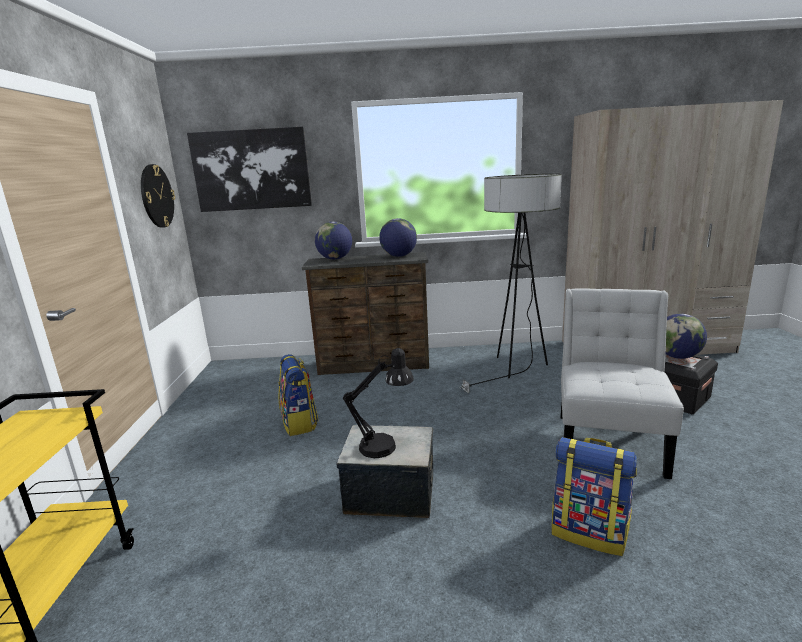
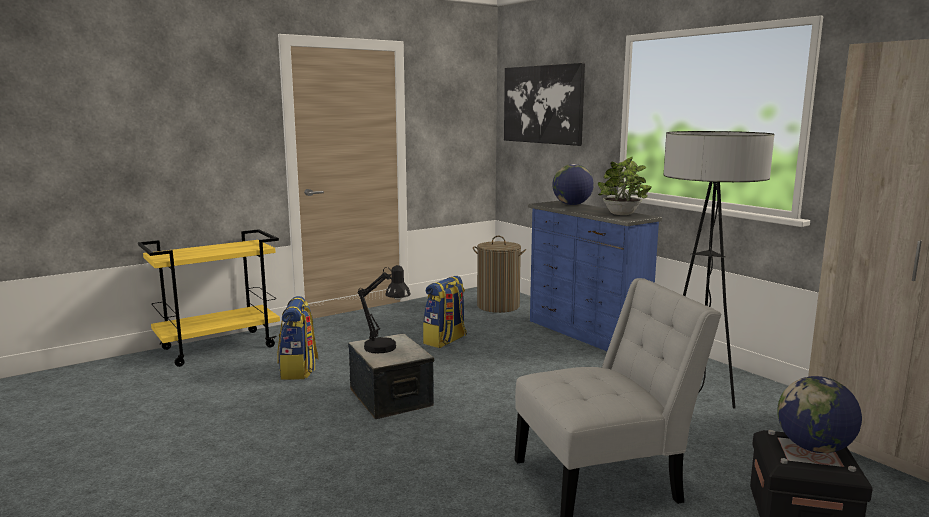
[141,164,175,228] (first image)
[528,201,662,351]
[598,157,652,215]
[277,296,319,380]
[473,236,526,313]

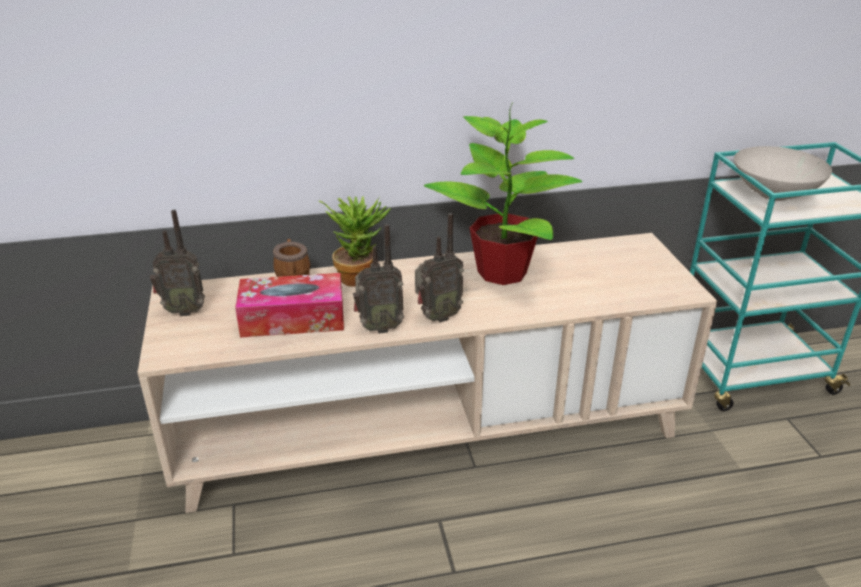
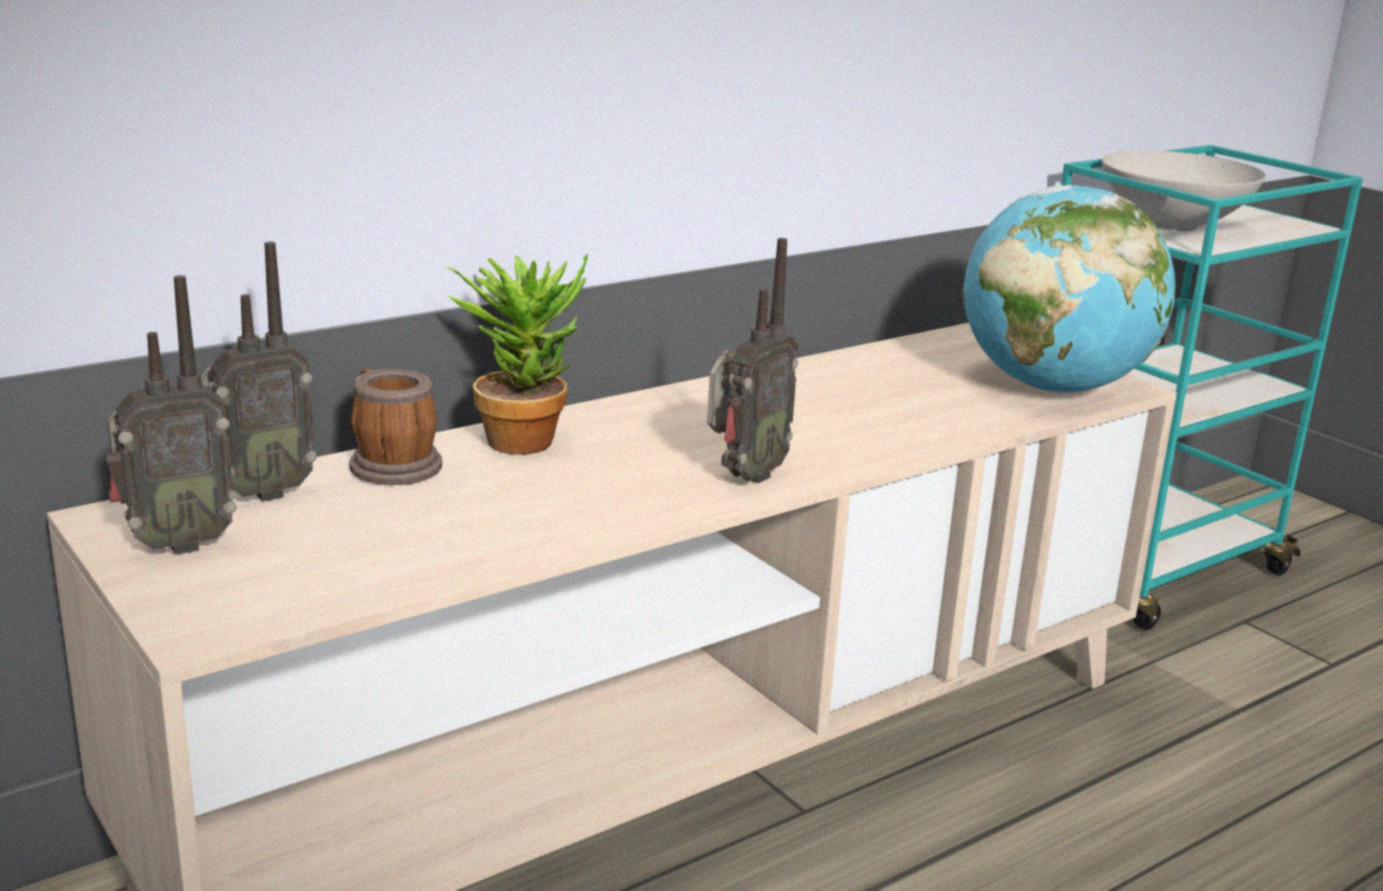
[235,273,344,338] (first image)
[201,242,317,502]
[424,102,583,285] (first image)
[963,185,1175,393]

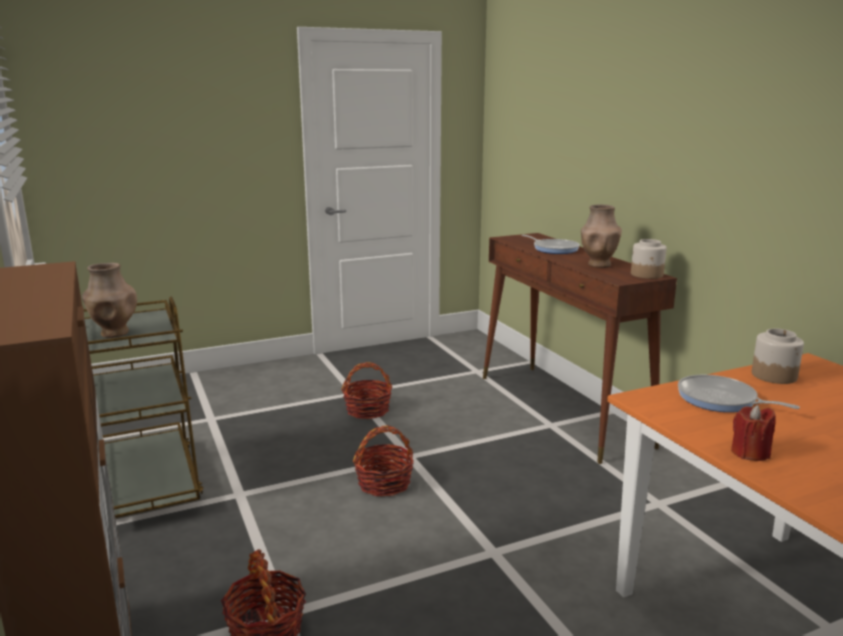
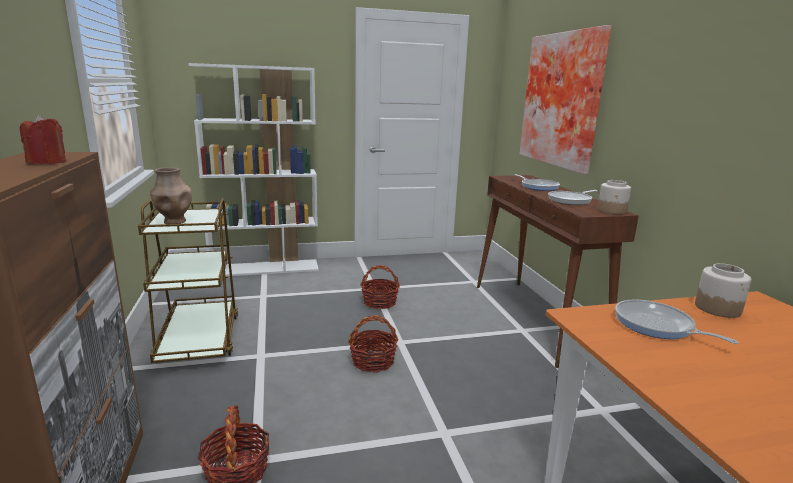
[548,190,598,205]
[19,114,66,164]
[188,63,319,276]
[520,25,611,174]

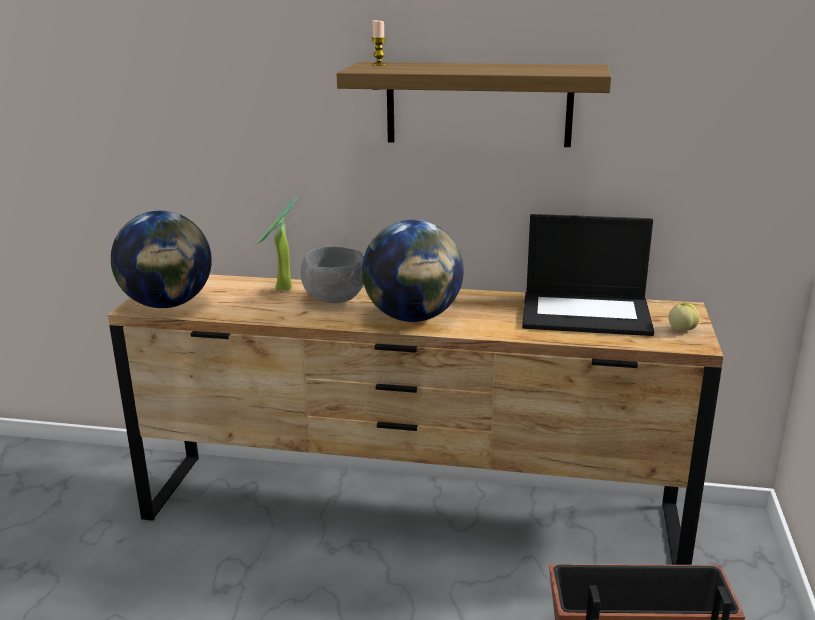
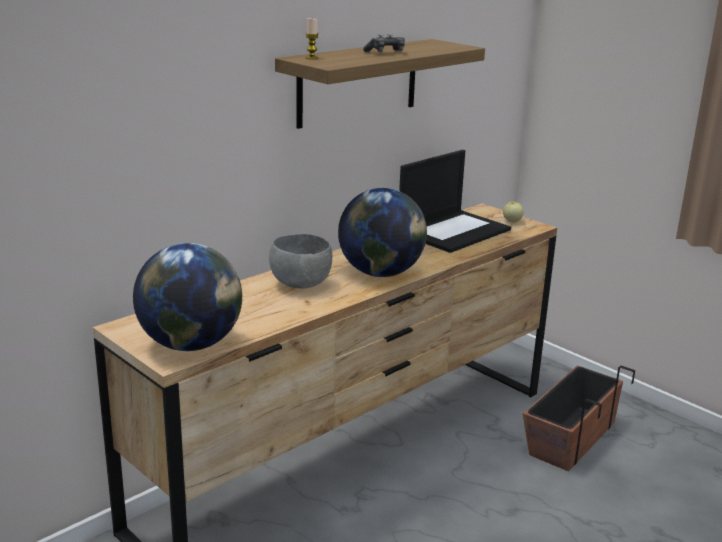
[257,198,297,290] (first image)
[363,34,405,52]

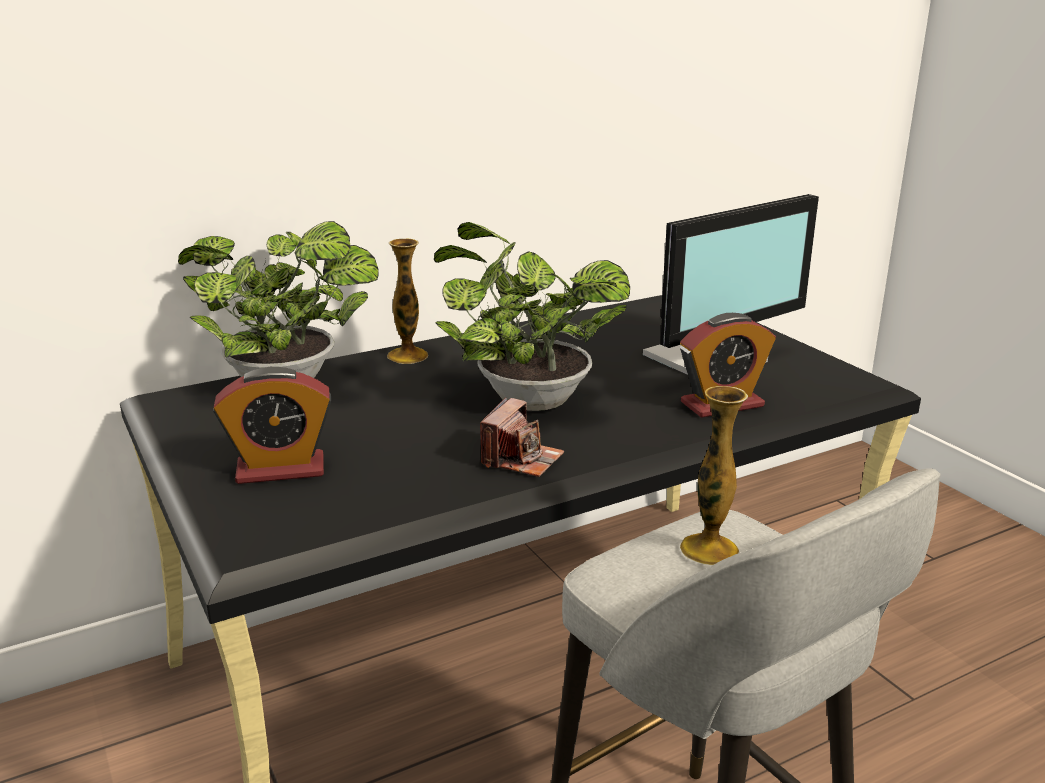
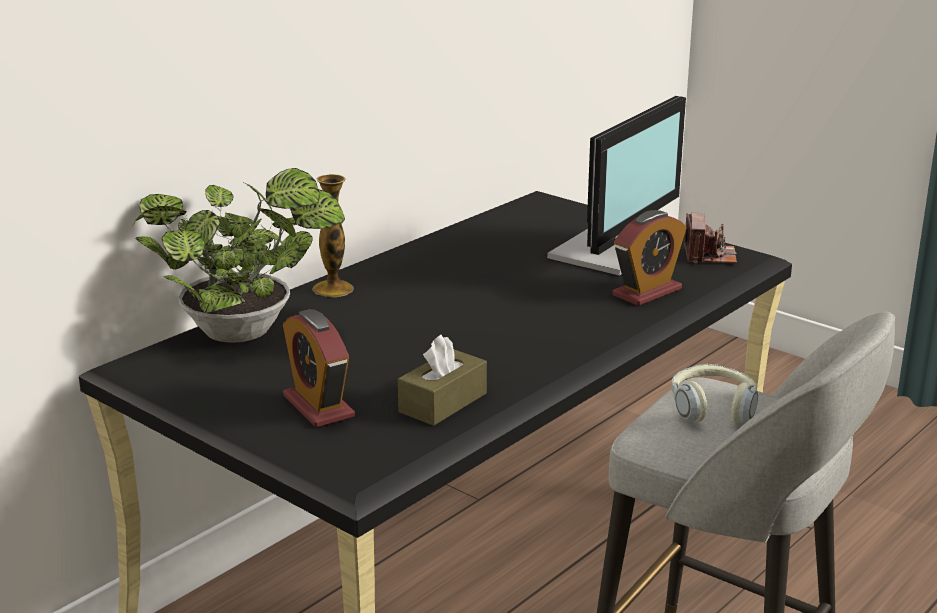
[283,309,355,428]
[434,222,630,411] (first image)
[684,212,737,263]
[671,364,758,423]
[398,335,487,426]

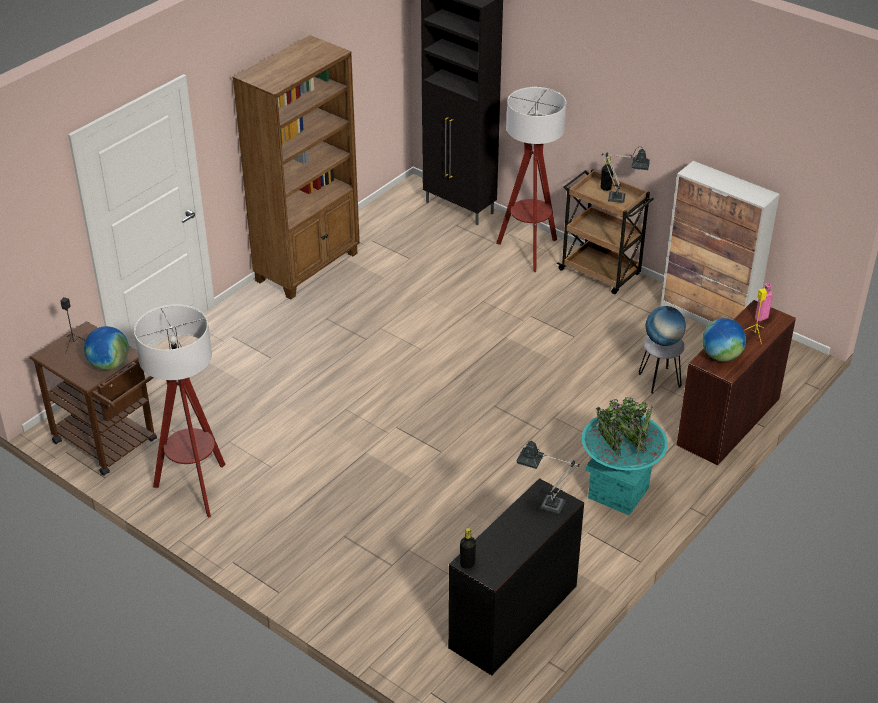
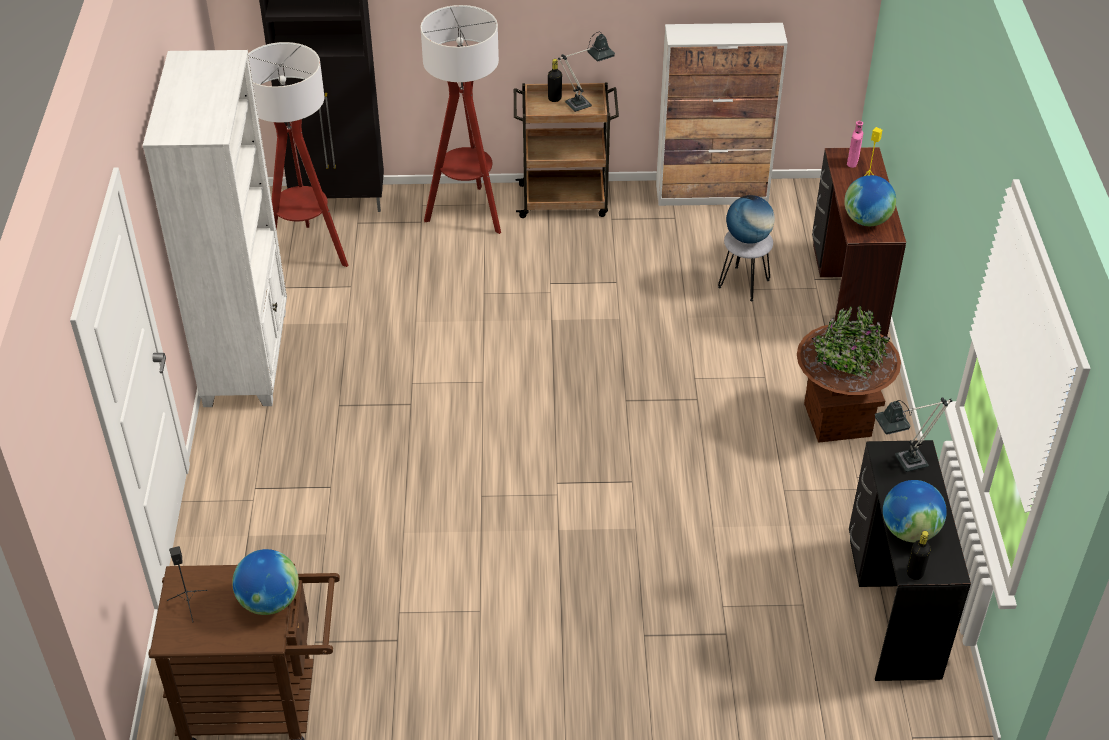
[248,42,348,267]
[143,50,287,407]
[797,306,901,443]
[883,480,947,542]

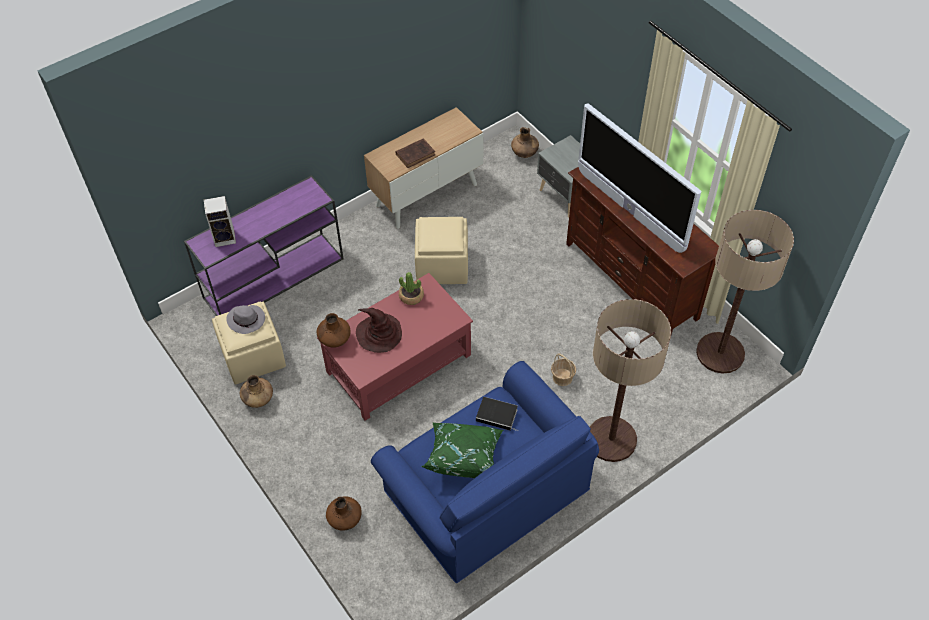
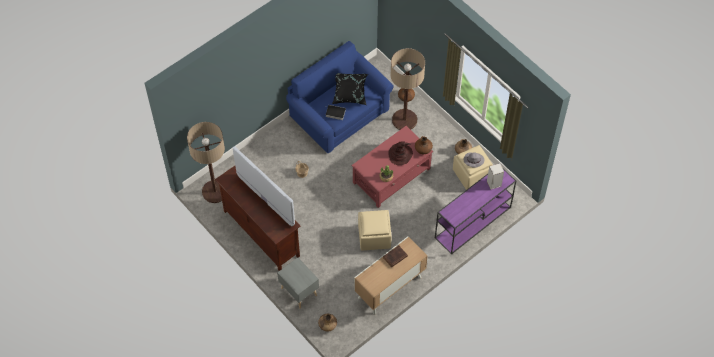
[332,73,369,105]
[390,48,425,130]

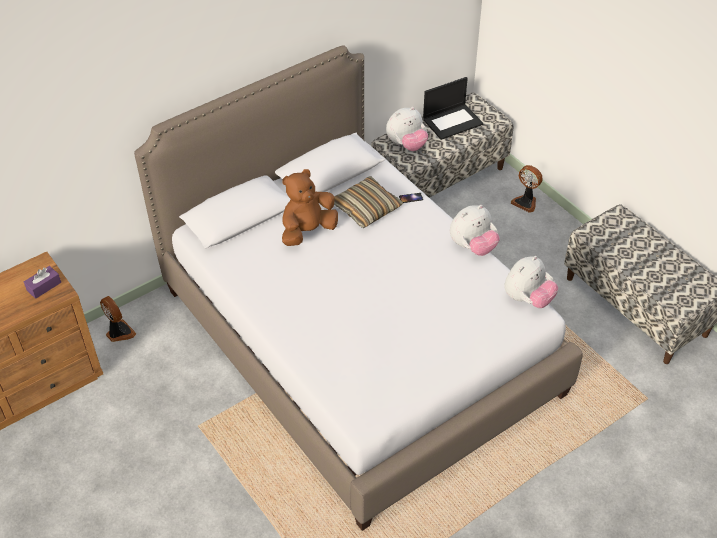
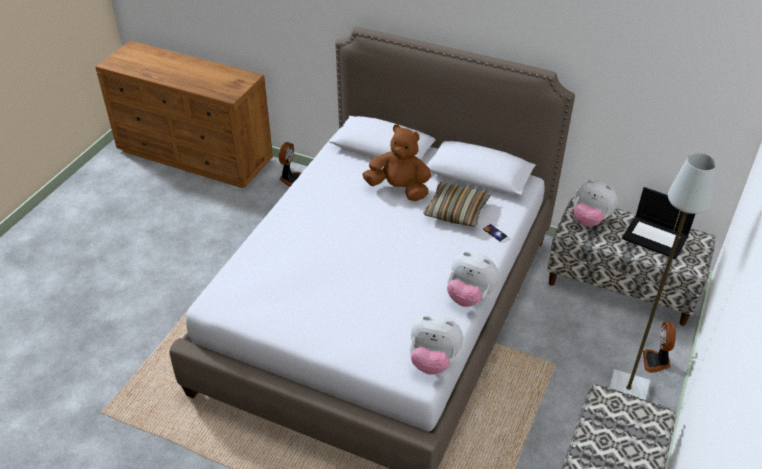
[24,266,61,299] (first image)
[609,153,717,400]

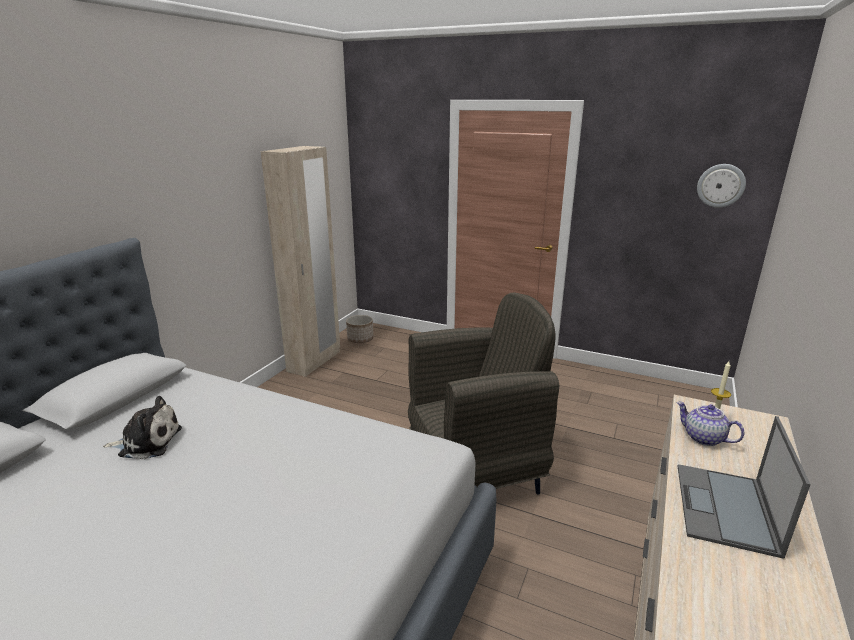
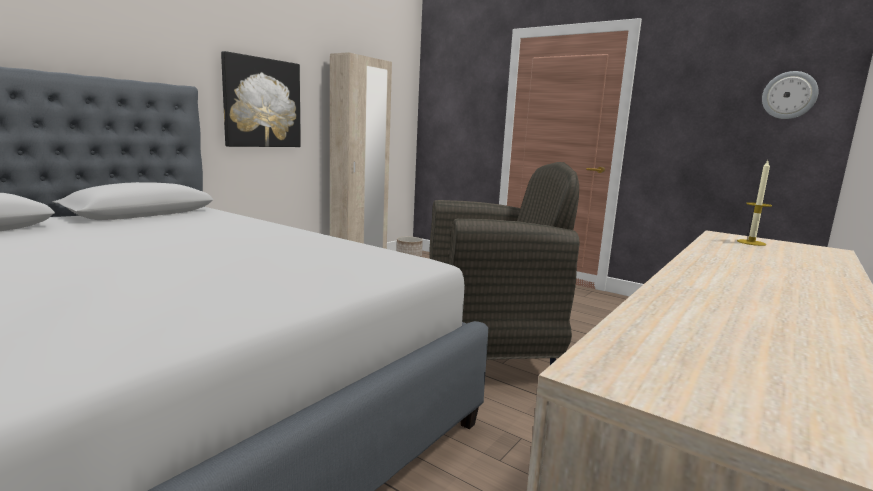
[103,396,182,460] (first image)
[676,402,744,446] (first image)
[678,416,811,559] (first image)
[221,51,301,147]

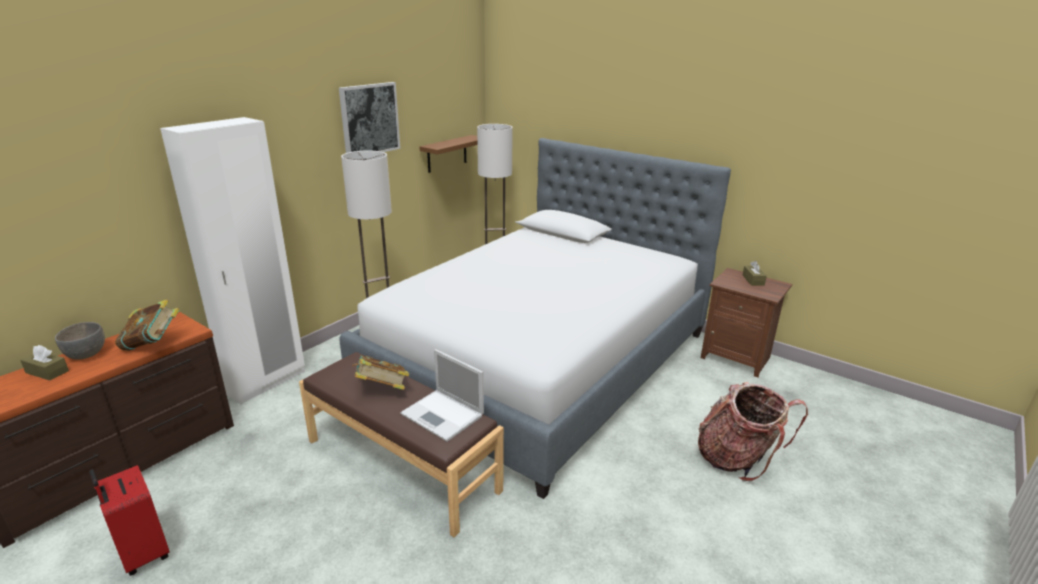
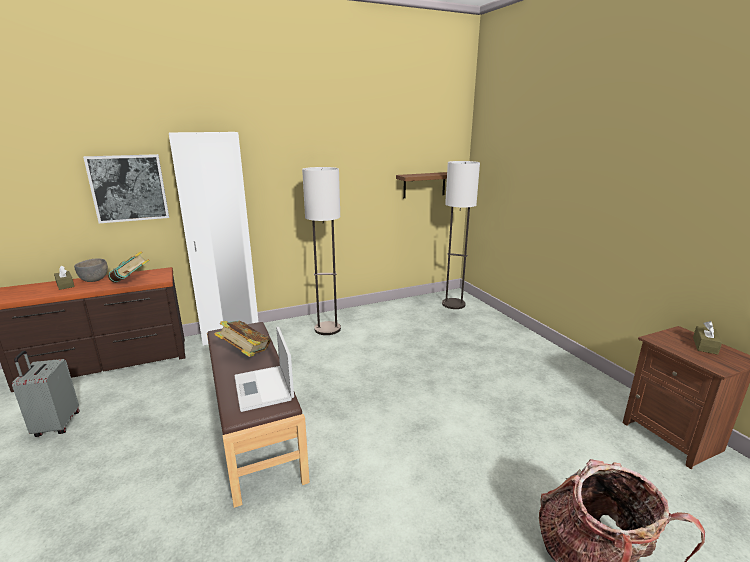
[12,351,79,437]
[83,154,169,223]
[339,138,731,499] (first image)

